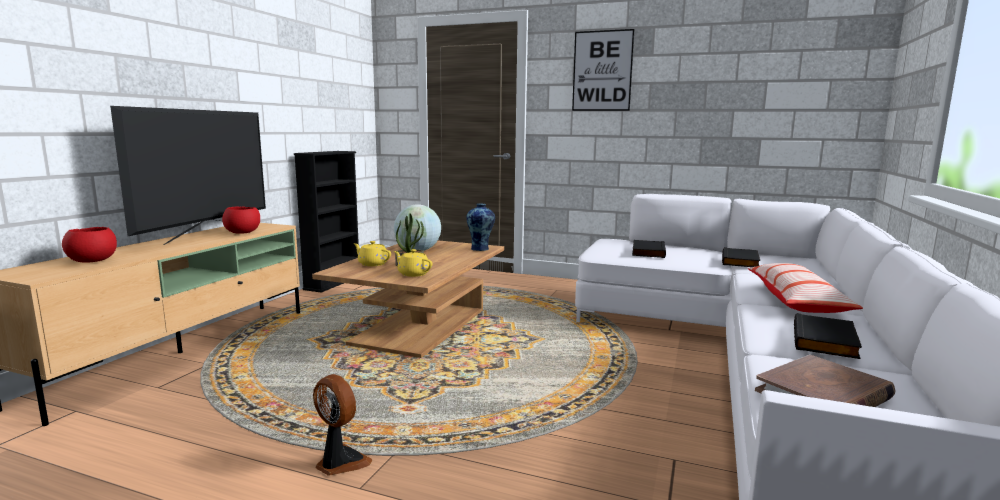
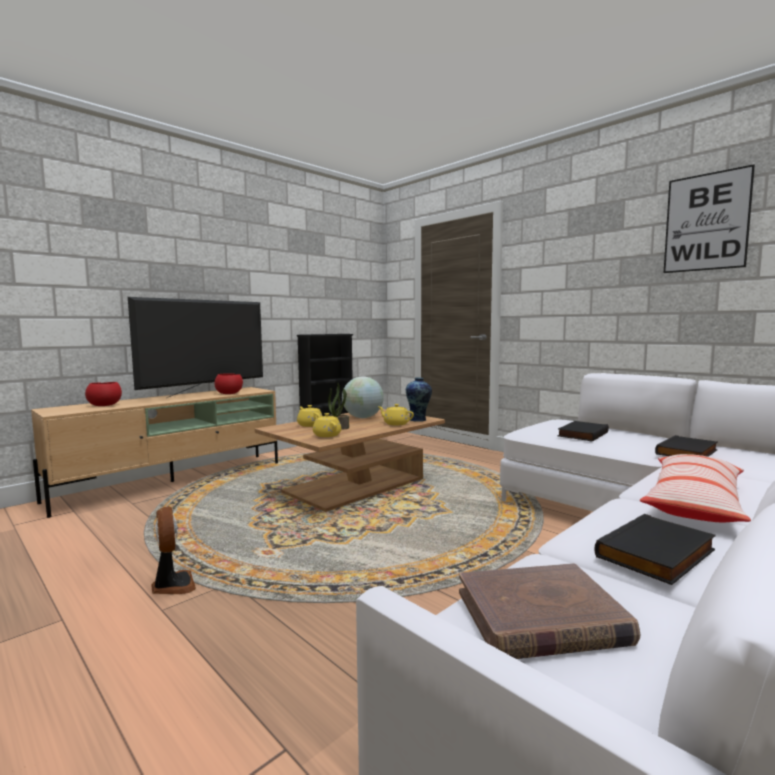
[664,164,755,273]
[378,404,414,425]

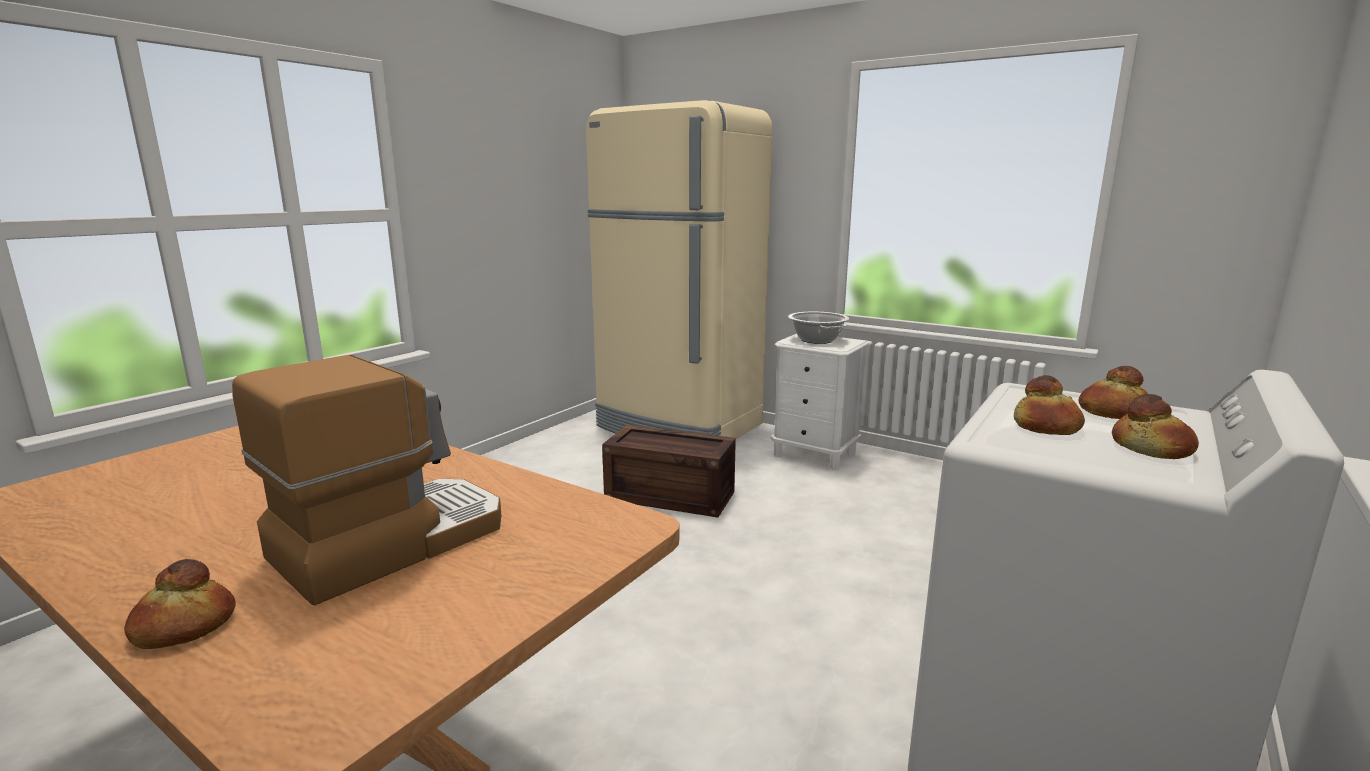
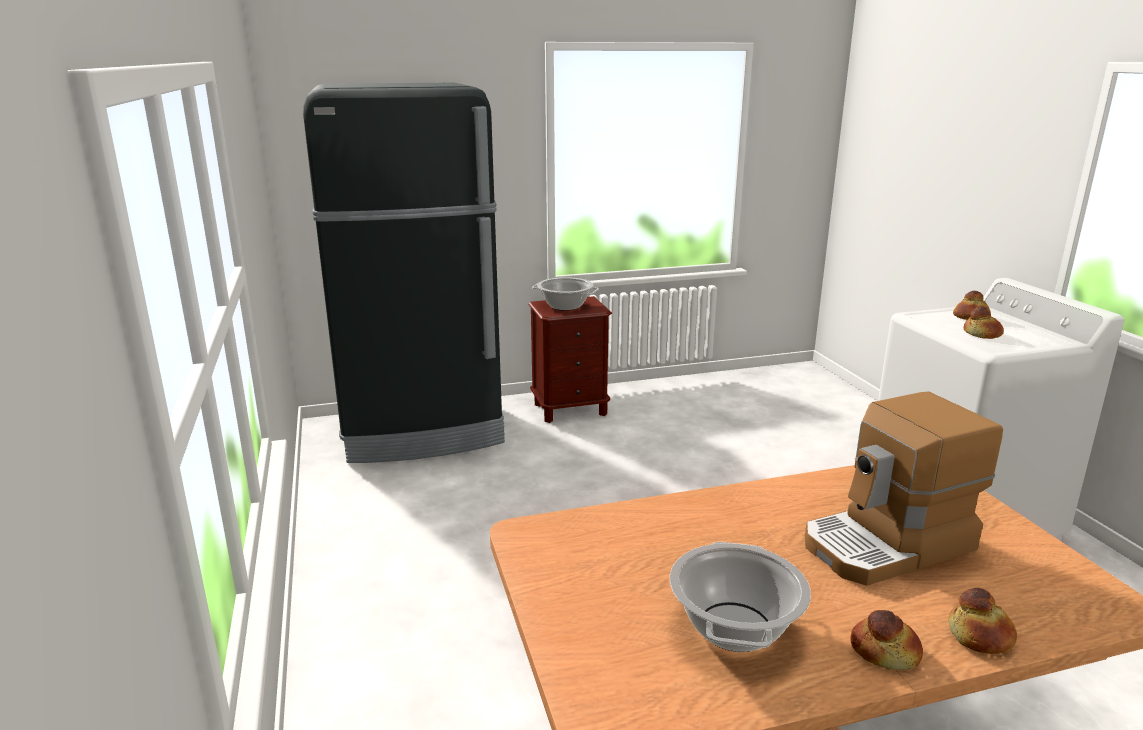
[805,392,1003,586]
[303,83,505,463]
[602,425,736,517] (first image)
[529,296,612,423]
[850,610,923,670]
[670,542,811,652]

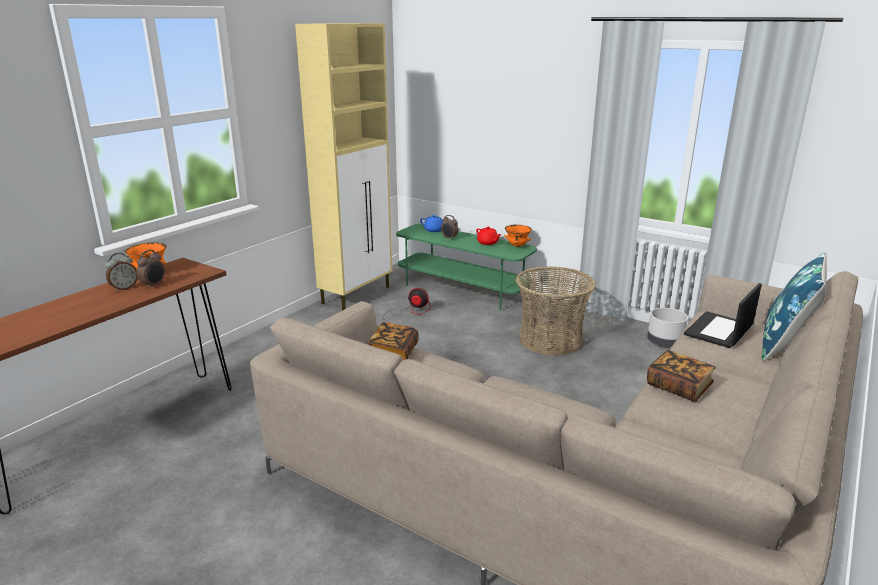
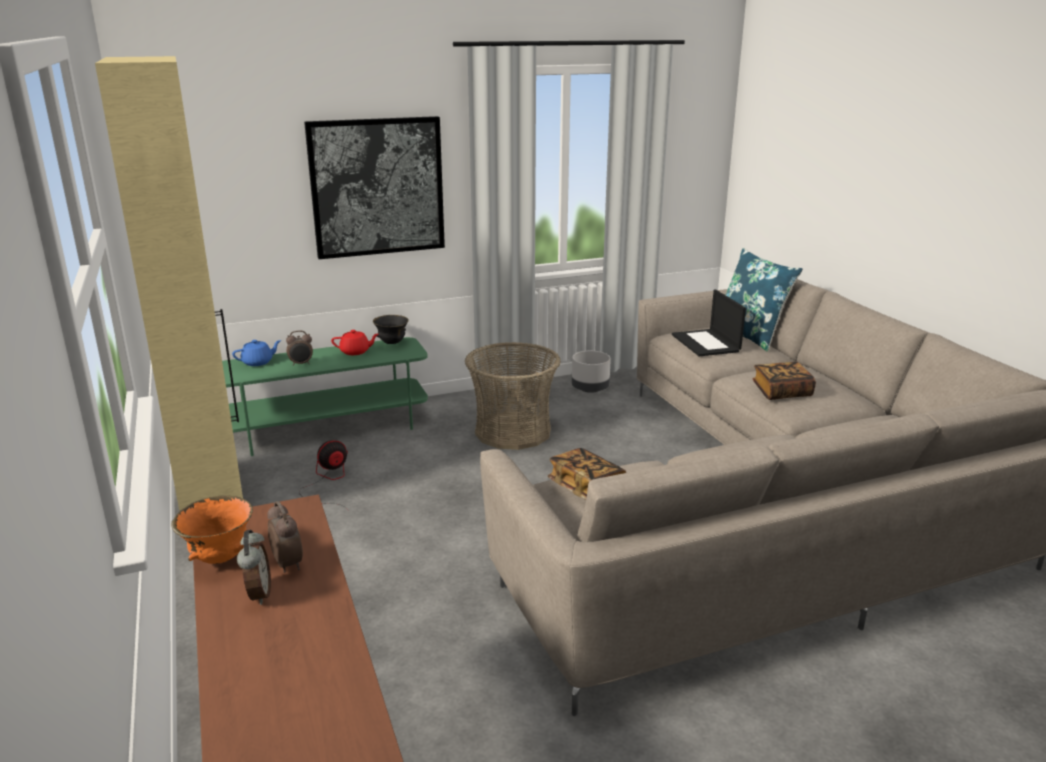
[373,315,409,344]
[304,116,445,259]

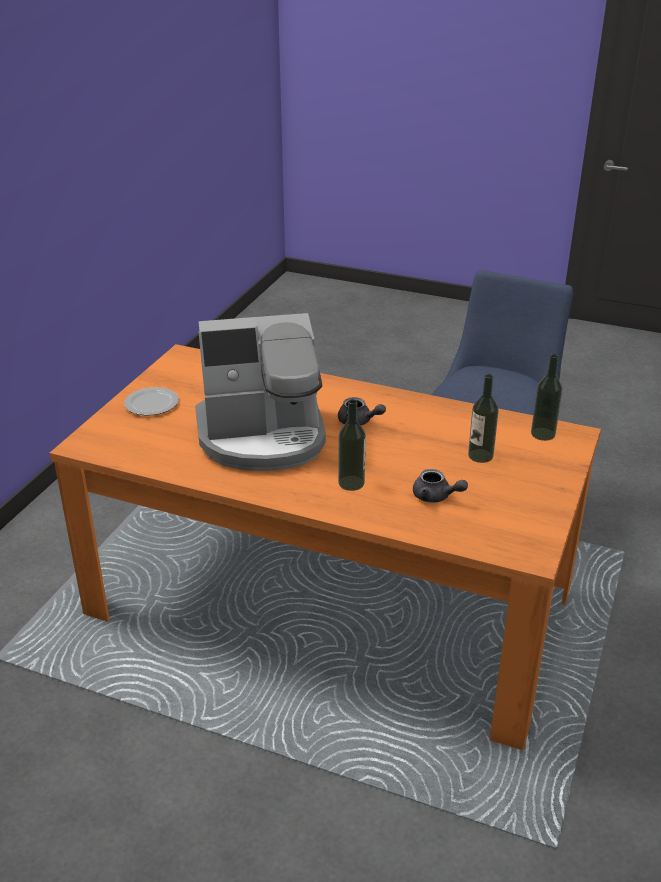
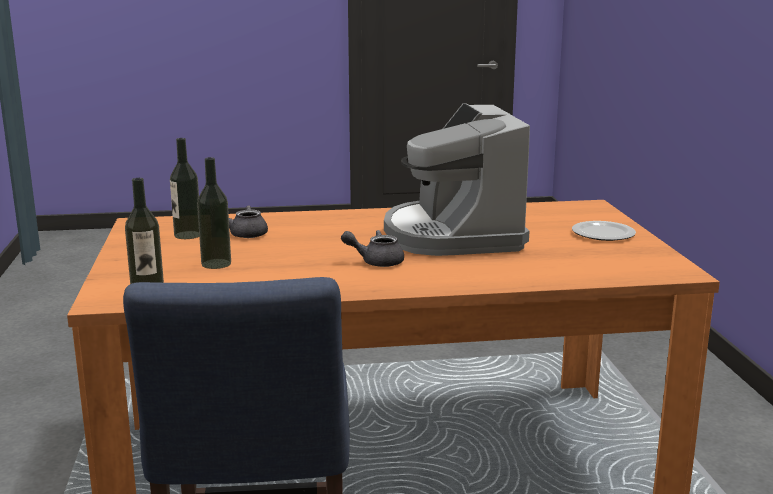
[384,103,530,256]
[170,138,199,239]

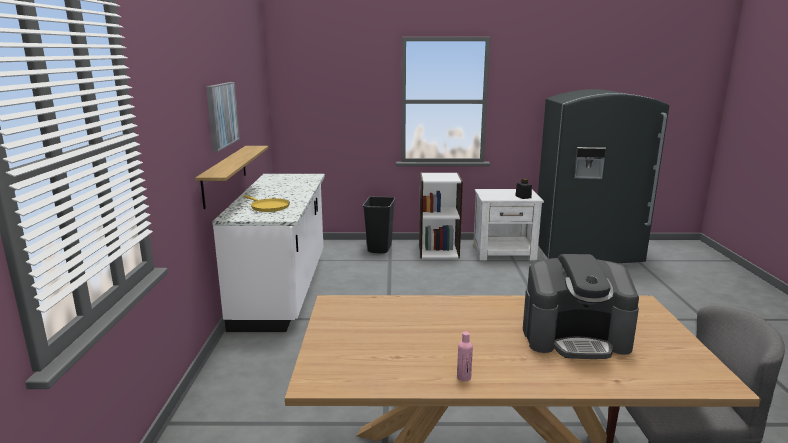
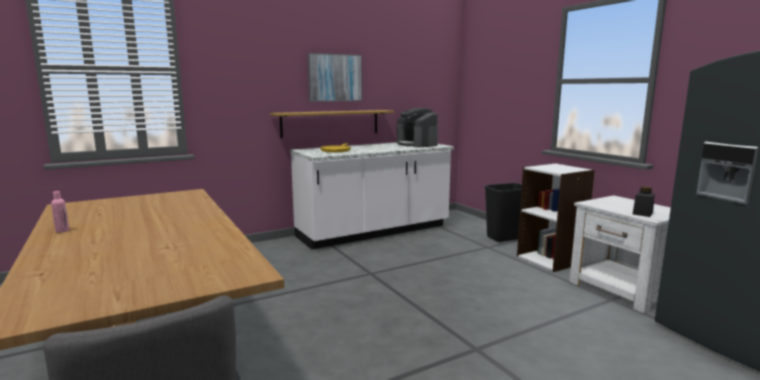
[397,108,438,147]

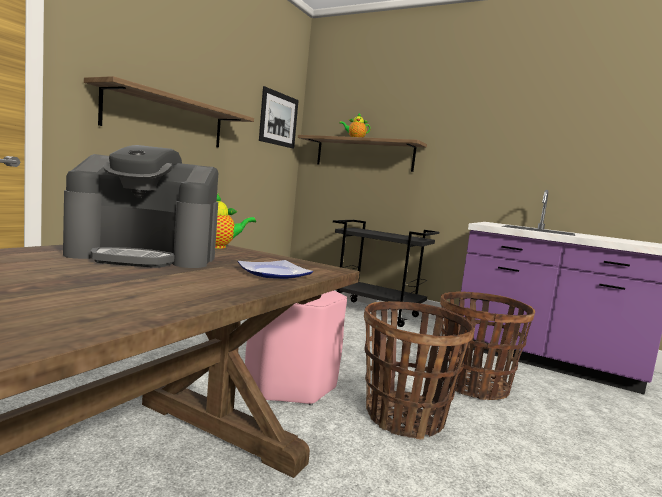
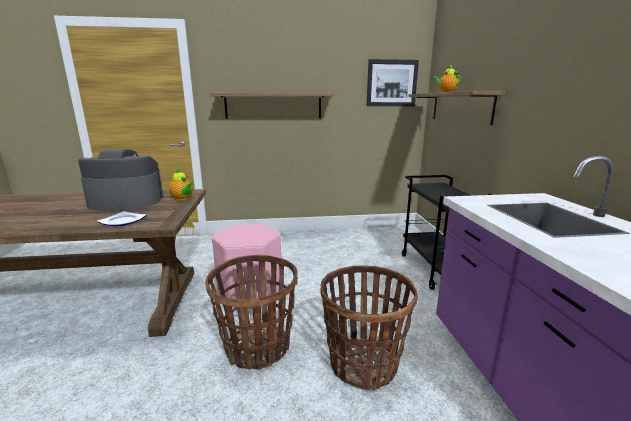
[78,149,163,210]

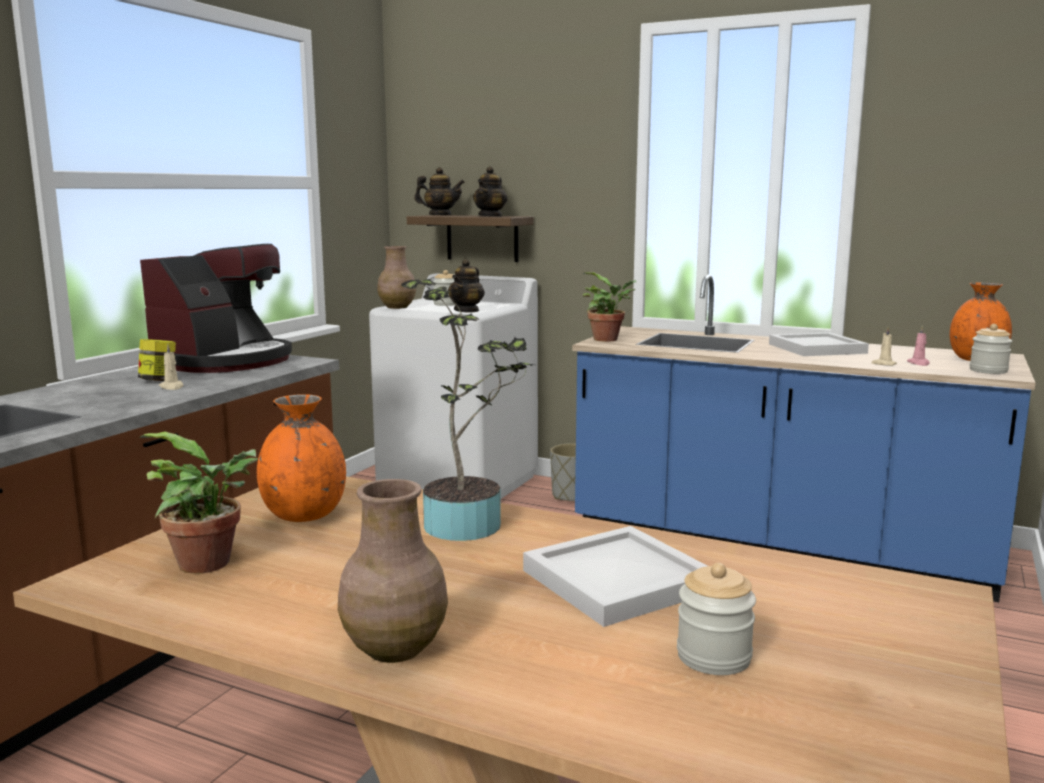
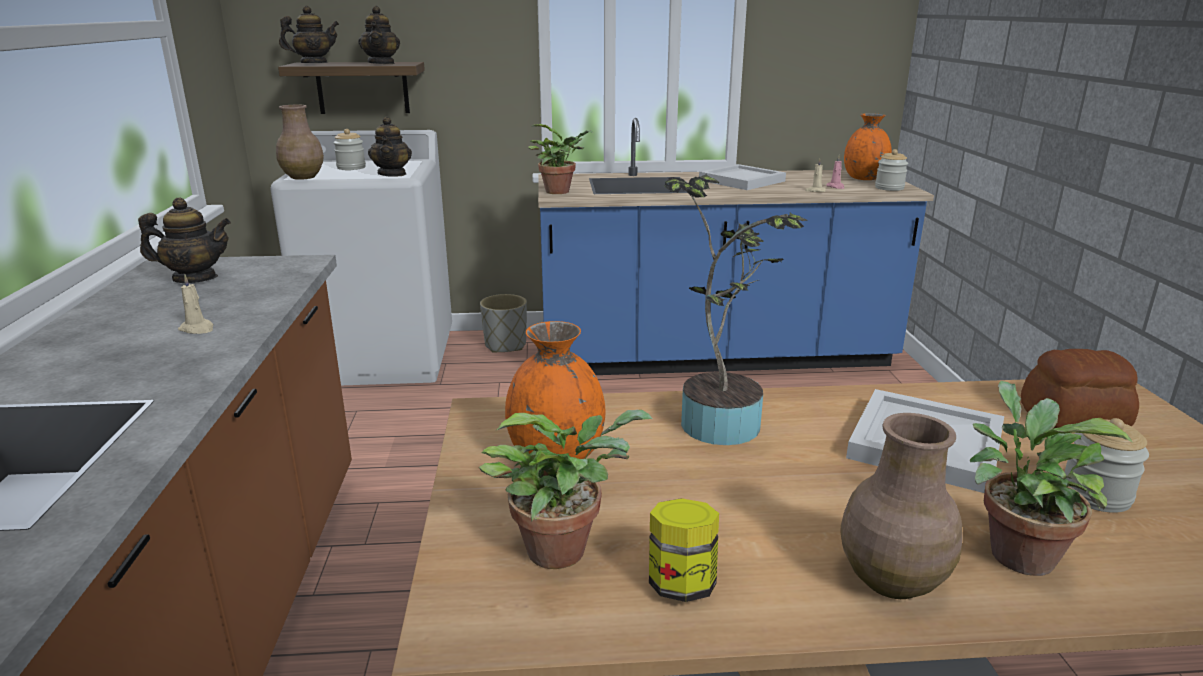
[649,498,719,602]
[138,197,231,283]
[970,381,1133,576]
[1021,349,1139,429]

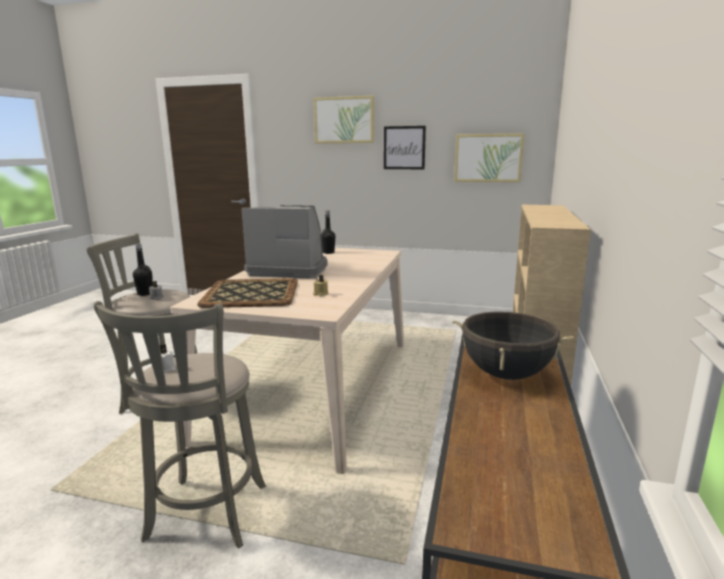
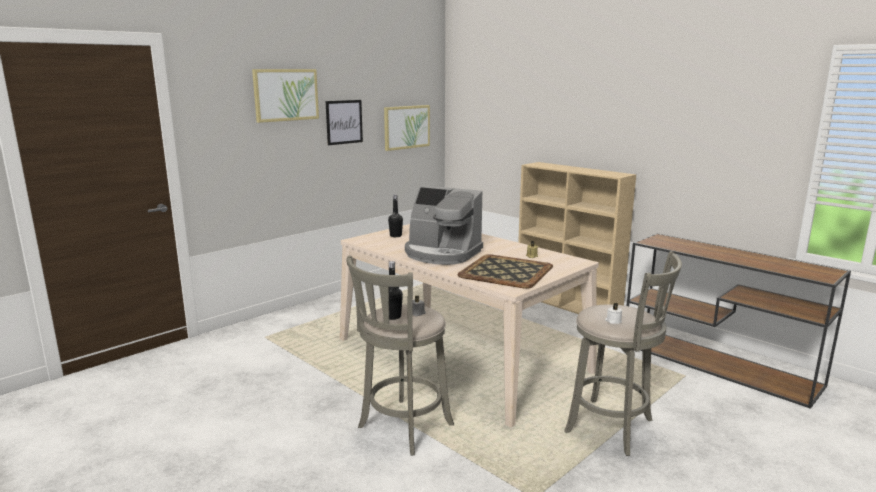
[405,186,483,265]
[452,311,573,380] (first image)

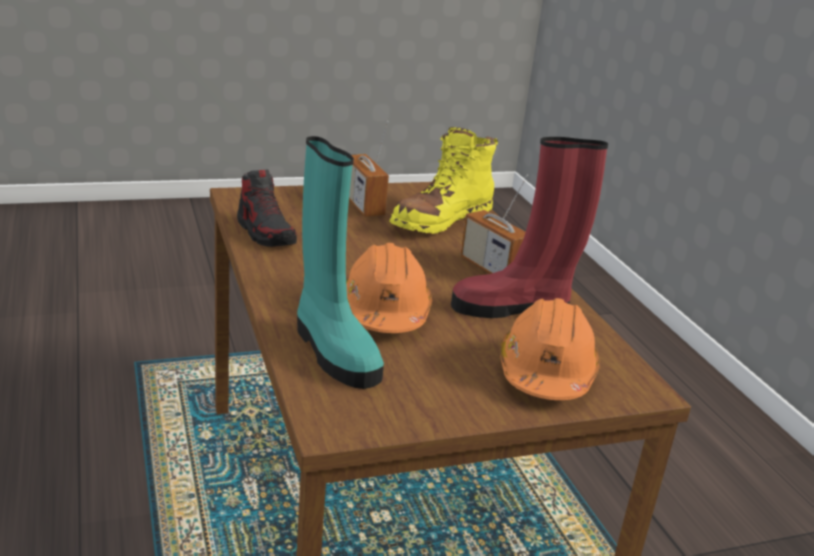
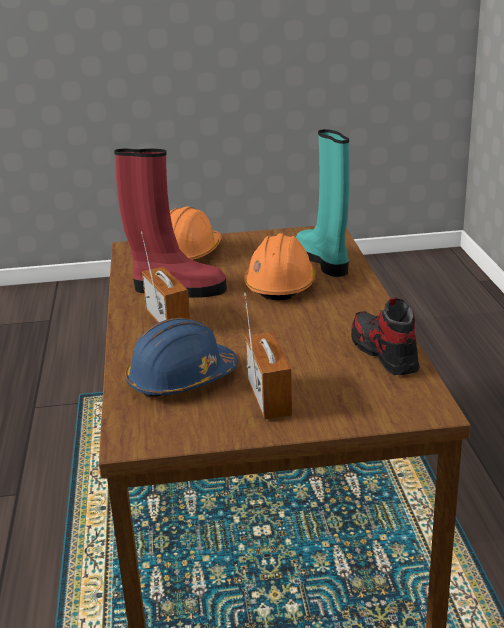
[125,318,238,398]

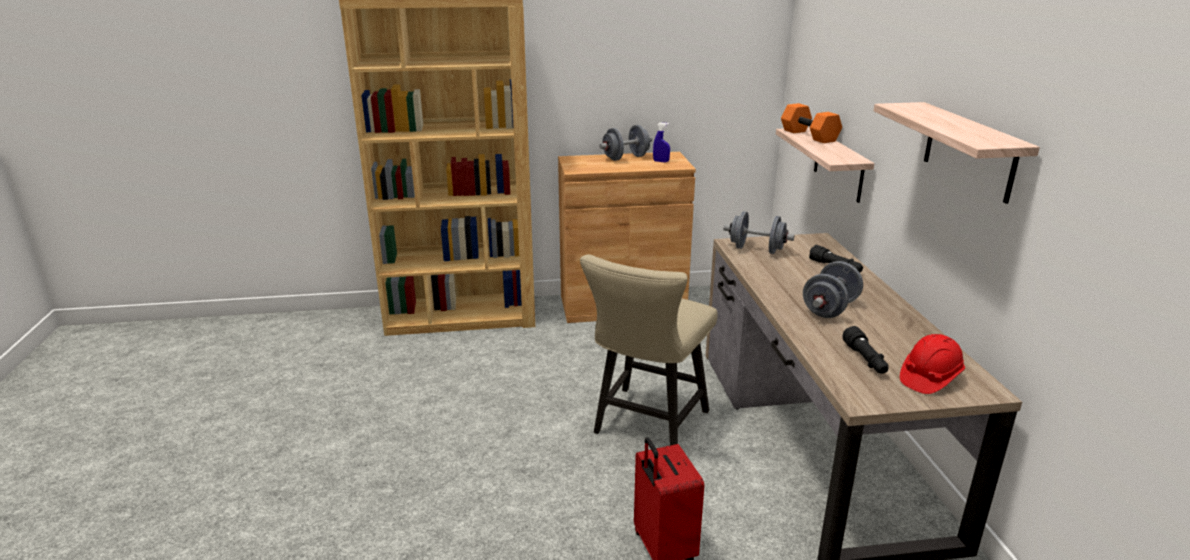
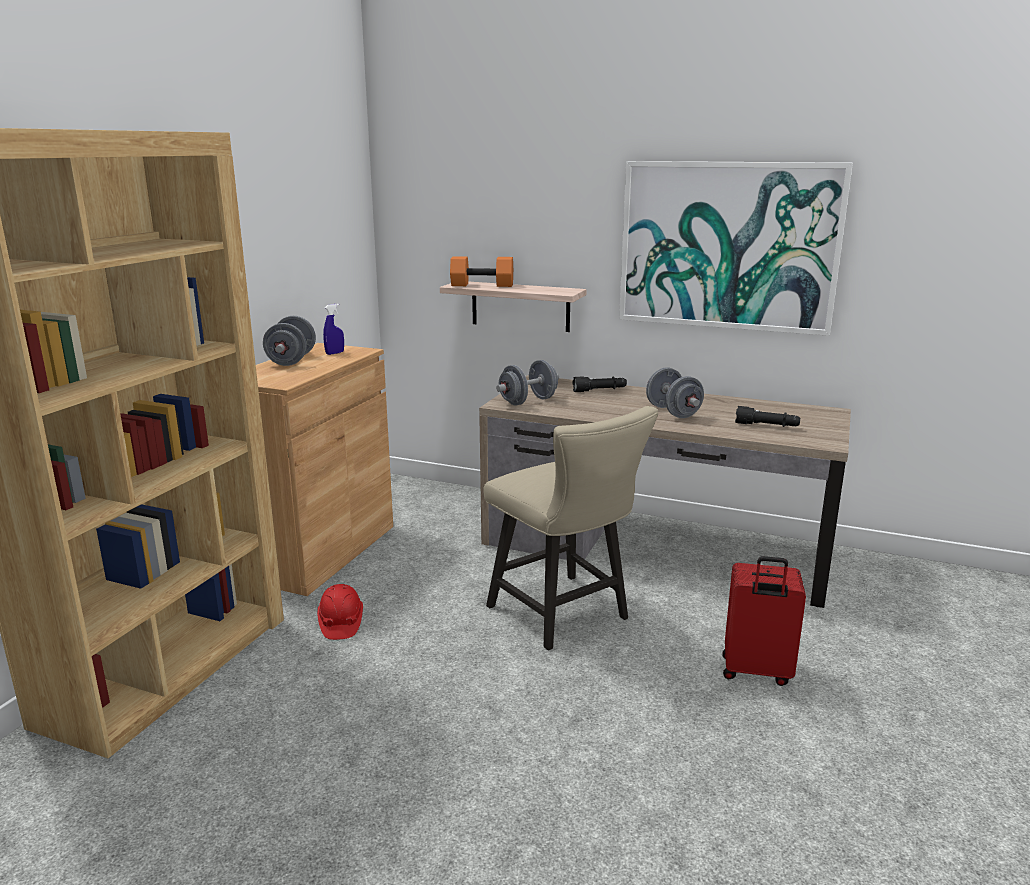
[619,161,853,336]
[317,584,363,640]

